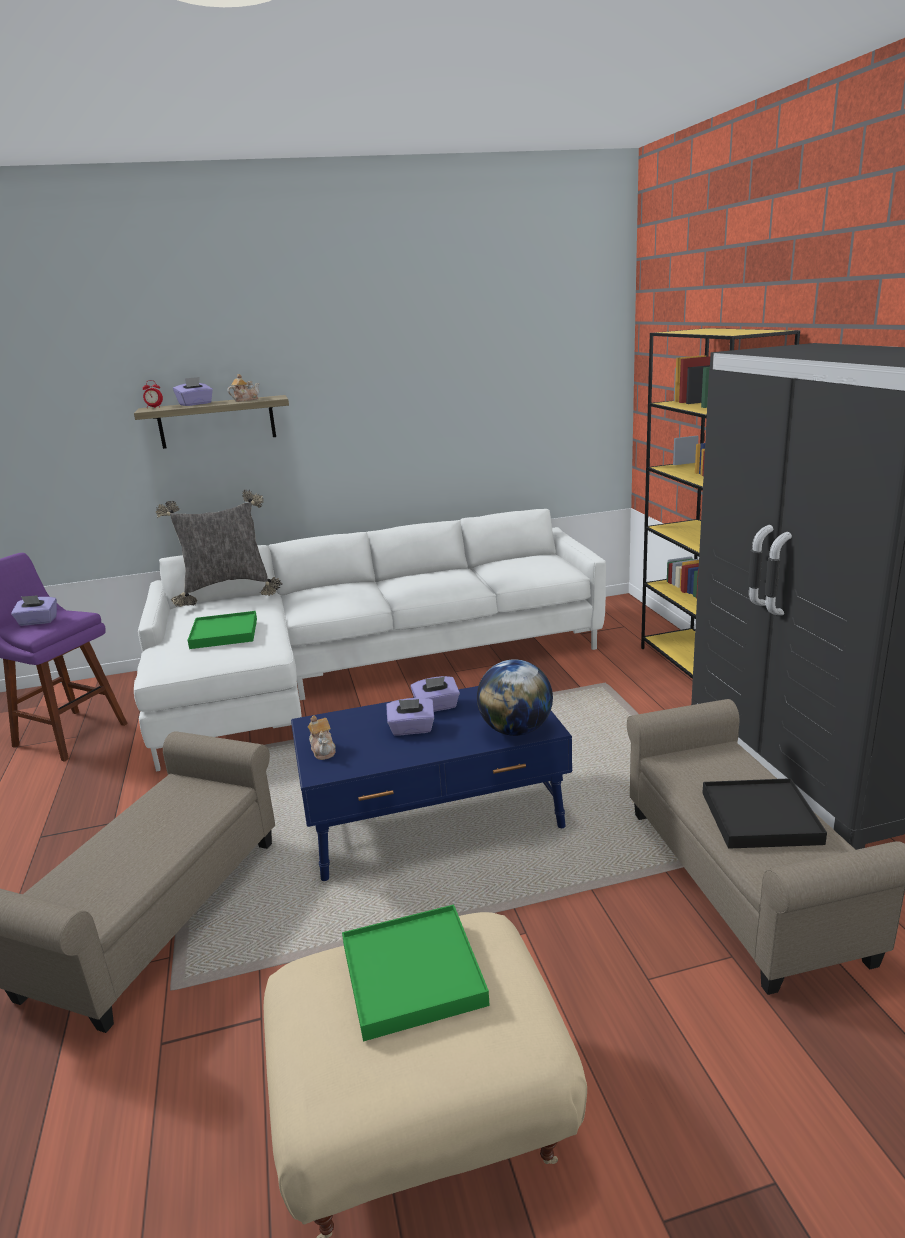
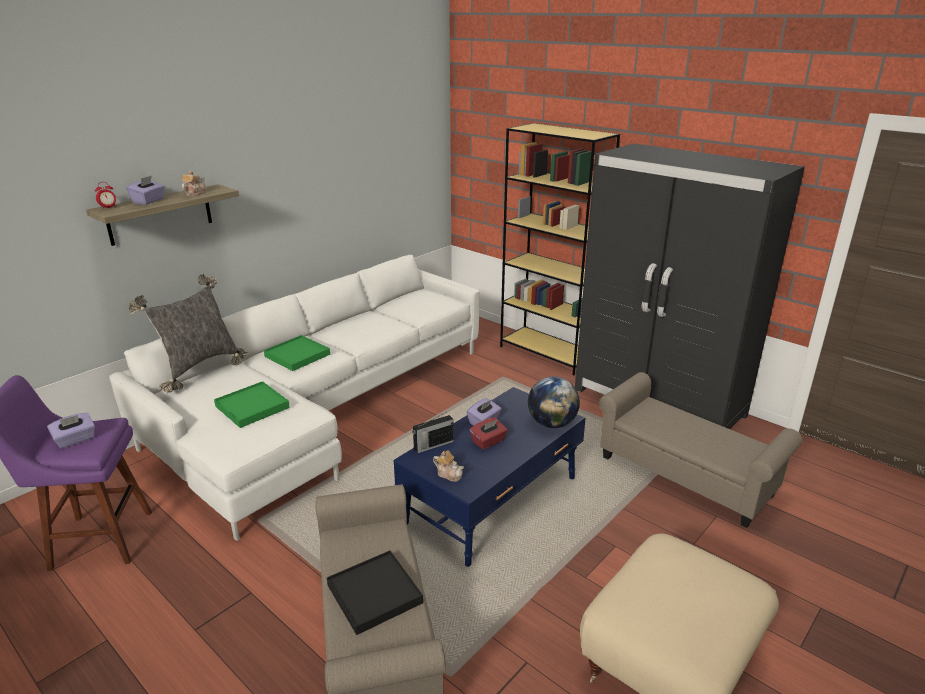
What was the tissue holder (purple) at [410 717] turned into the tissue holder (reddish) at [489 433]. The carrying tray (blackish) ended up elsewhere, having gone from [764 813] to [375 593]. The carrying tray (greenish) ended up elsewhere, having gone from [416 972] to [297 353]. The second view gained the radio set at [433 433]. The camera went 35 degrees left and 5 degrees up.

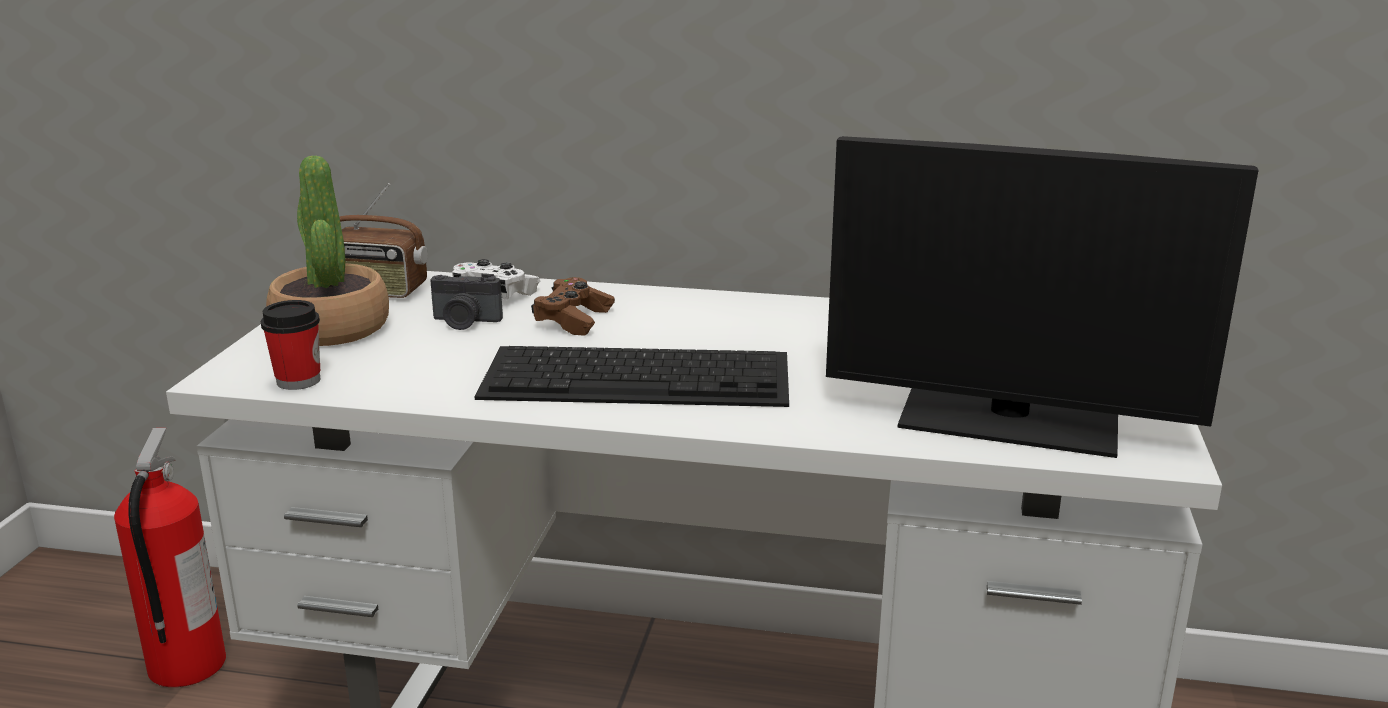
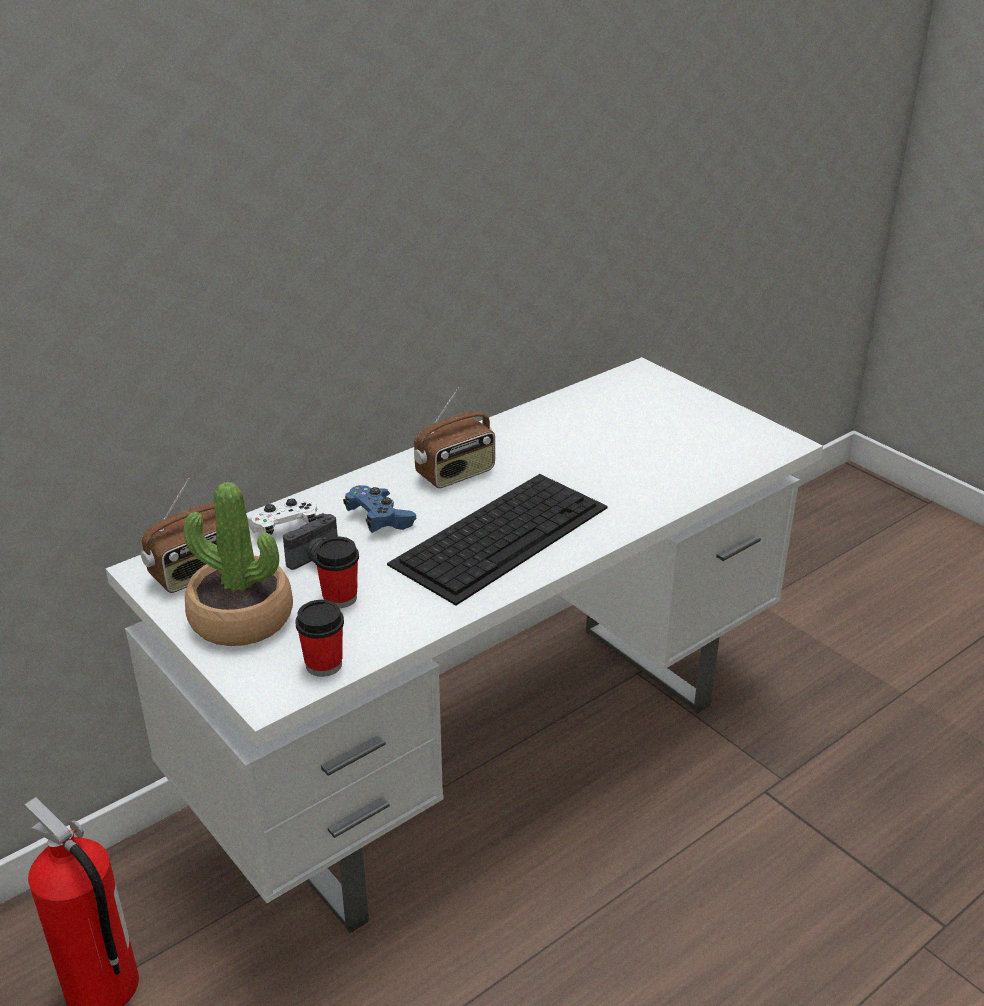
The second view lost the monitor at [1042 297]. What was the game controller (brown) at [573 306] turned into the game controller (blue-coloured) at [379 509]. The second view gained the radio set at [454 438]. The second view gained the drinking cup at [336 572]. The camera went 50 degrees left and 10 degrees up.

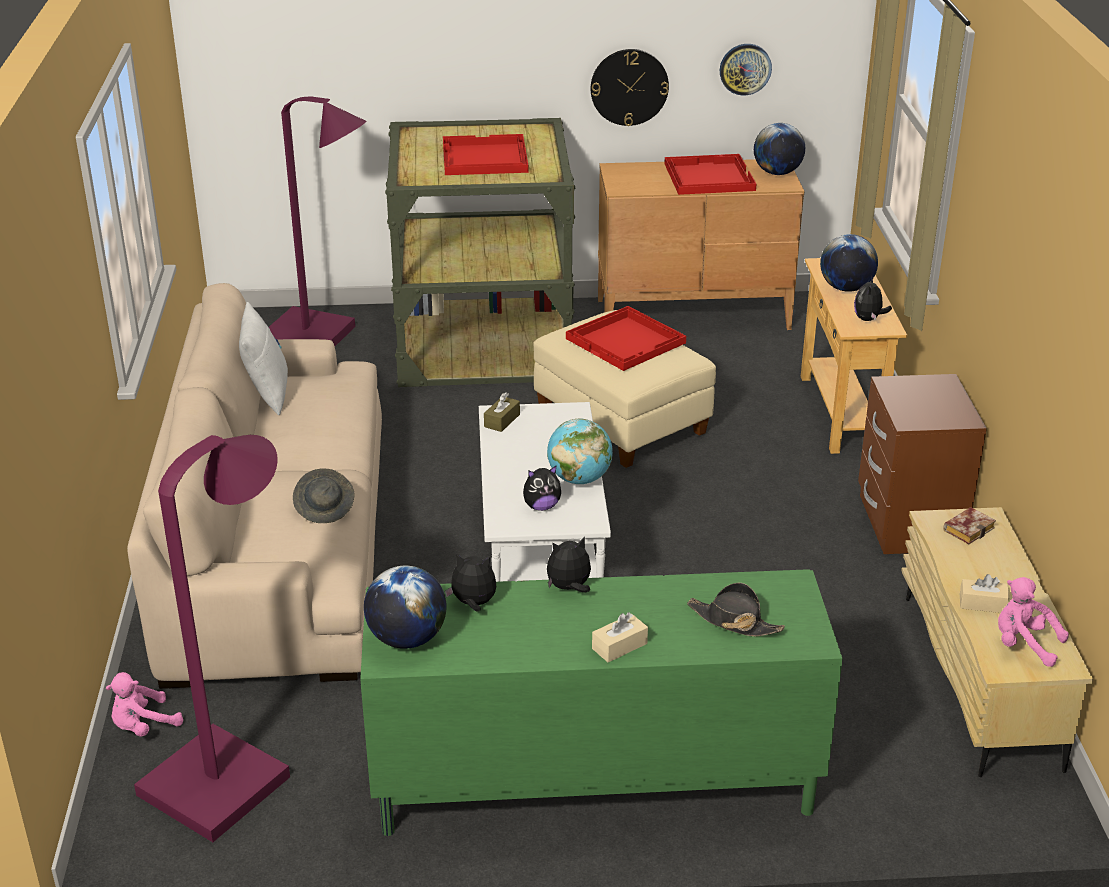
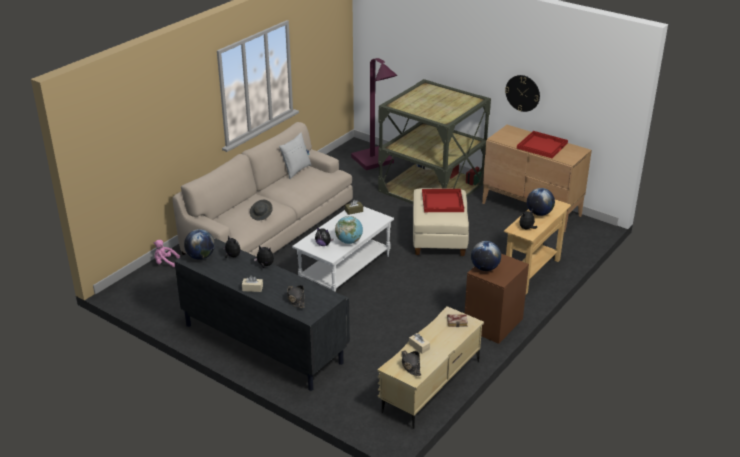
The second view lost the wall clock at [746 69]. The globe ended up elsewhere, having gone from [779 149] to [486 256]. The second view lost the carrying tray (reddish) at [486 154]. The second view lost the floor lamp (purple) at [212 638]. What was the cupboard (greenish) at [601 702] turned into the cupboard (blackish) at [262 314]. Where the plush toy (pink) stood at [1033 622], the wearable hat (blackish) came to stand at [411 363]. The camera went 40 degrees right and 0 degrees up.

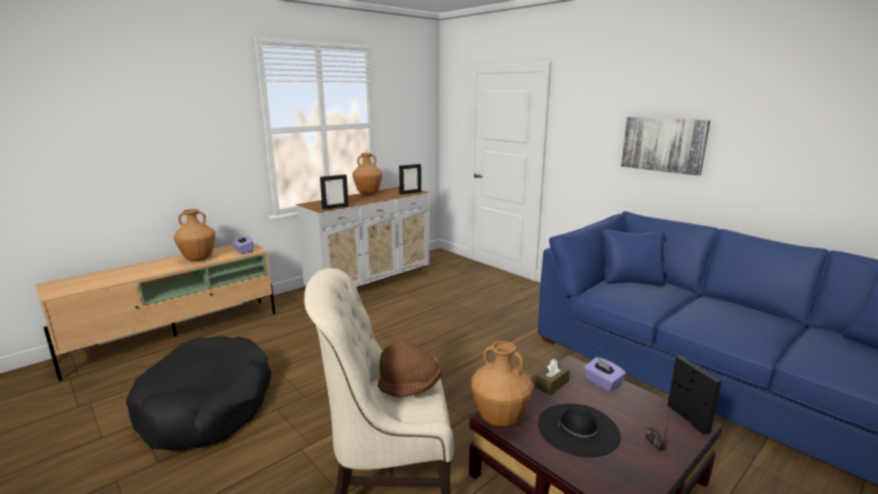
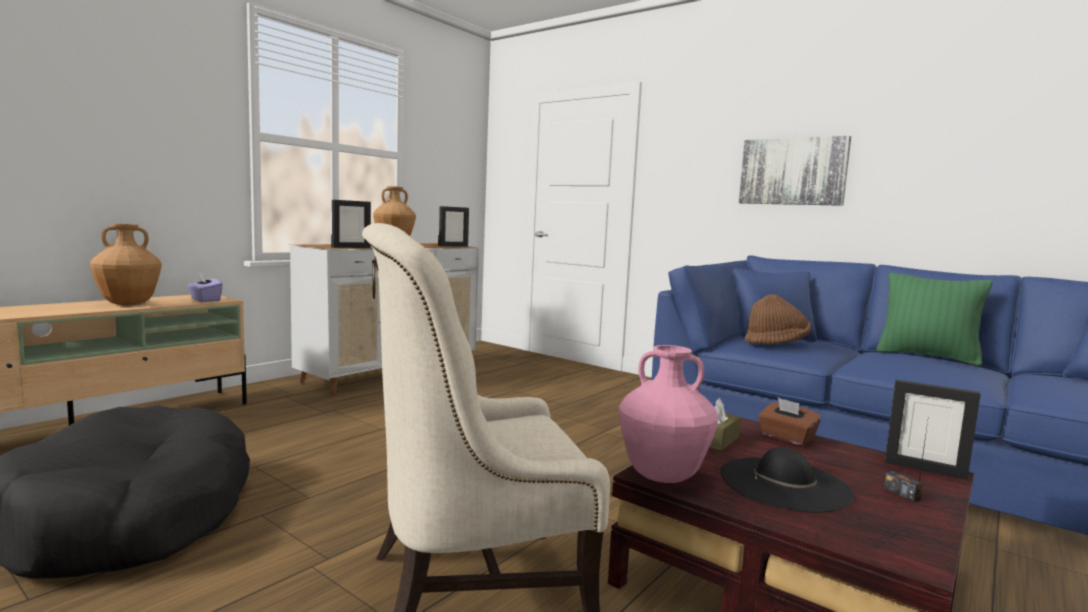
The wearable hat (brown) ended up elsewhere, having gone from [410 369] to [778 319]. What was the flower vase (brown) at [502 384] turned into the flower vase (pink) at [668 414]. The standing frame at [694 395] ended up facing another way, 150 degrees clockwise from before. What was the tissue holder (purple) at [605 374] turned into the tissue holder (brown) at [789 422]. The second view gained the cushion (greenish) at [934 319]. The camera went 10 degrees left and 10 degrees down.

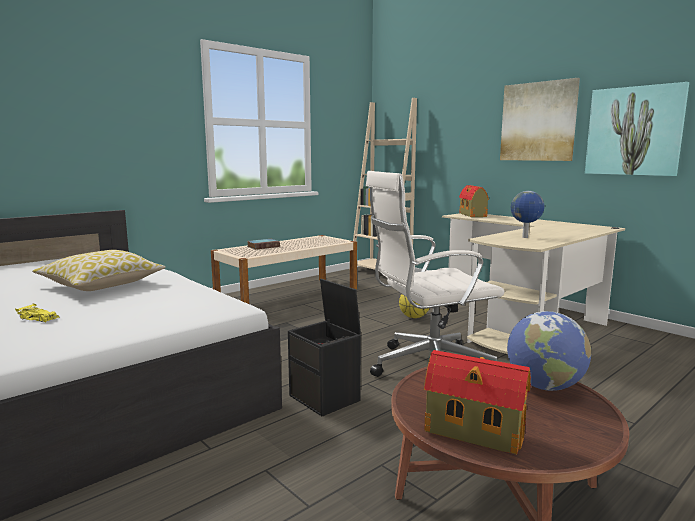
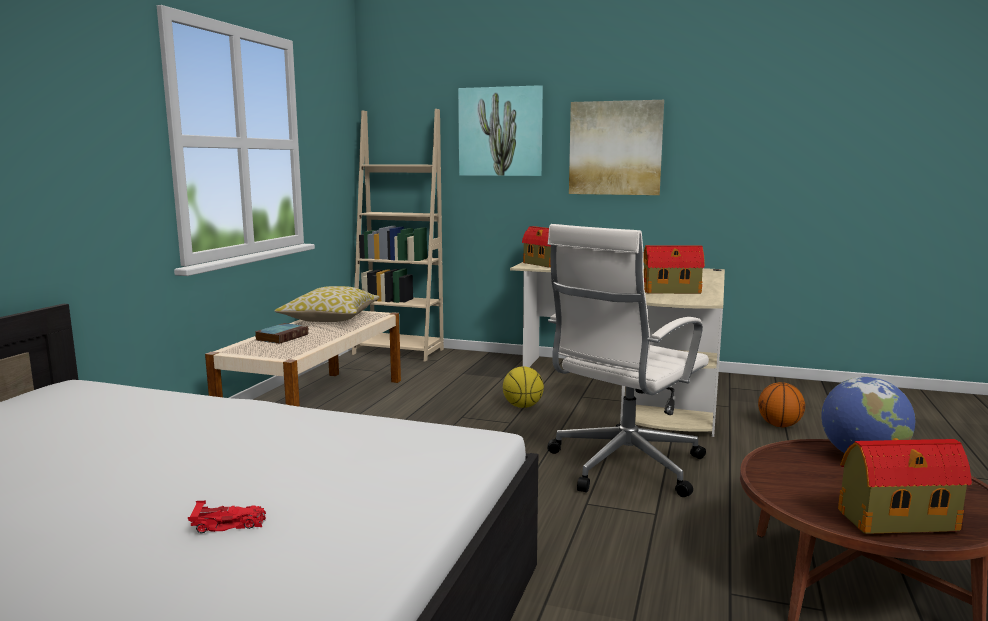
The picture ended up elsewhere, having gone from [637 129] to [500 130]. Where the globe stood at [527 214], the model house came to stand at [674 269]. The cushion ended up elsewhere, having gone from [99 270] to [327 304]. The second view lost the storage container (blackish) at [324 348]. What was the model car (yellowish) at [37 312] turned into the model car (reddish) at [227 517]. The second view gained the ball for basketball at [781 405]. The camera went 30 degrees left and 0 degrees up.

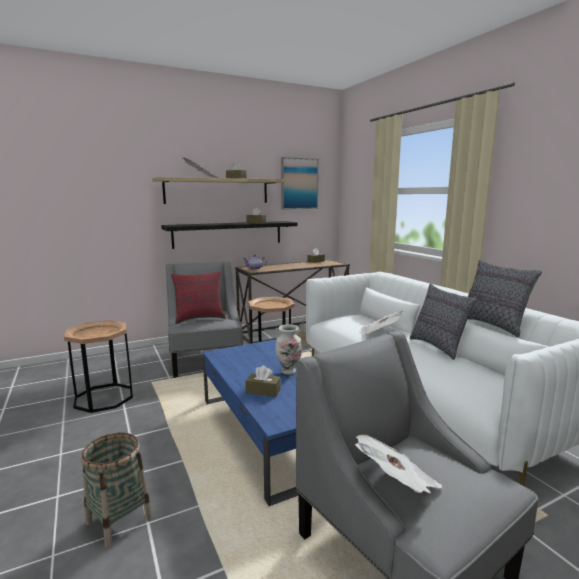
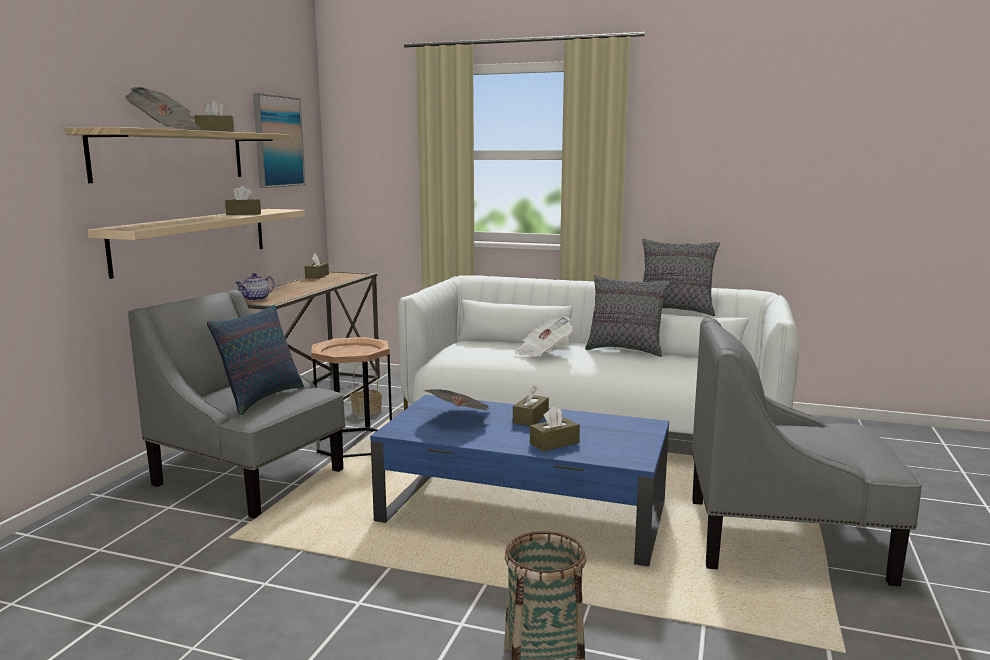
What was the shelf (blackish) at [229 235] turned into the shelf (sand-coloured) at [196 244]. What was the cushion (reddish) at [198 297] turned into the cushion (blue-coloured) at [255 360]. The second view lost the side table (brown) at [98 366]. Where the flower vase stood at [288 349], the tissue holder (brown) came to stand at [531 405]. The daily paper ended up elsewhere, having gone from [398 464] to [456 399]. The camera went 45 degrees left and 0 degrees up.

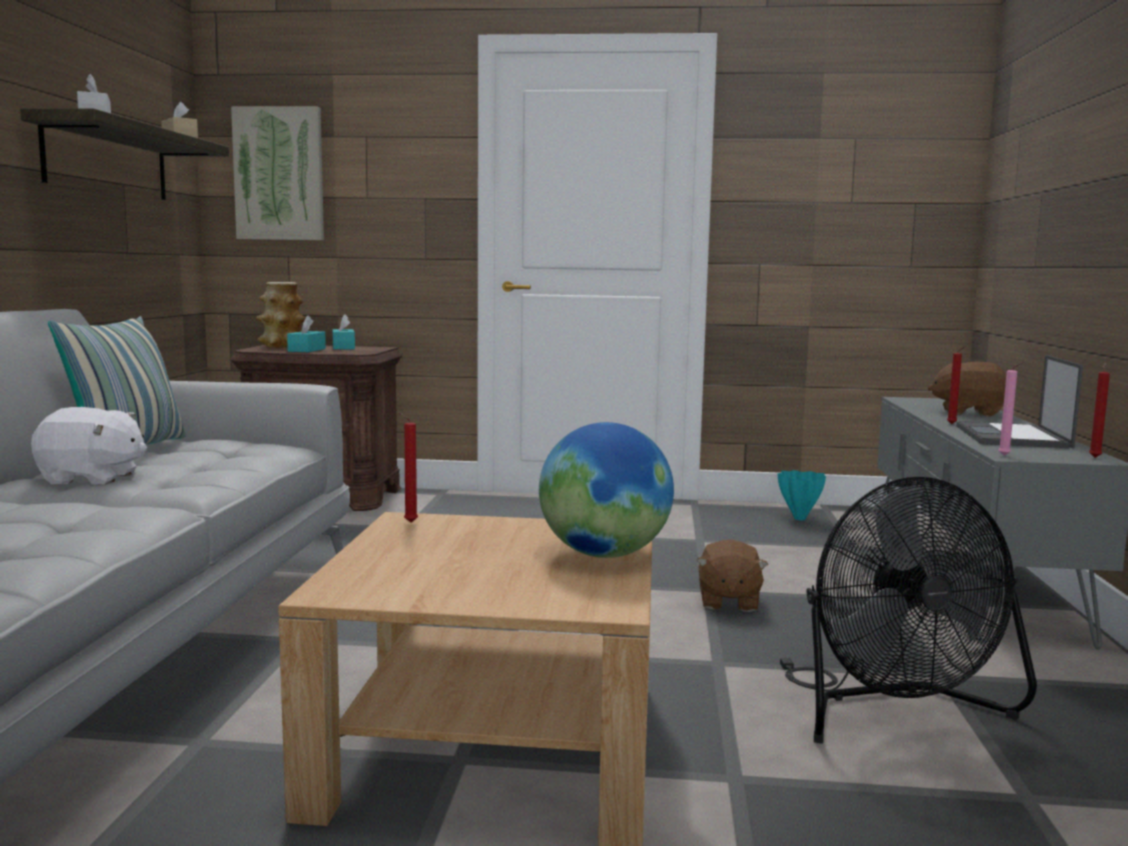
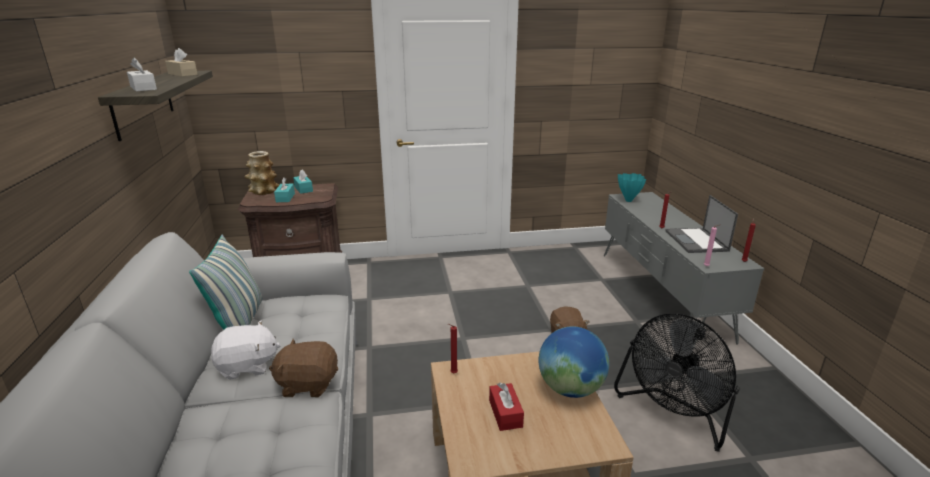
The second view lost the picture at [277 173]. The plush toy (brown) ended up elsewhere, having gone from [967 389] to [303 368]. The flower vase (turquoise) ended up elsewhere, having gone from [802 495] to [632 187]. The electric fan (blackish) at [908 610] ended up facing another way, 75 degrees clockwise from before. The second view gained the tissue holder (reddish) at [506 407]. The camera went 15 degrees left and 15 degrees up.

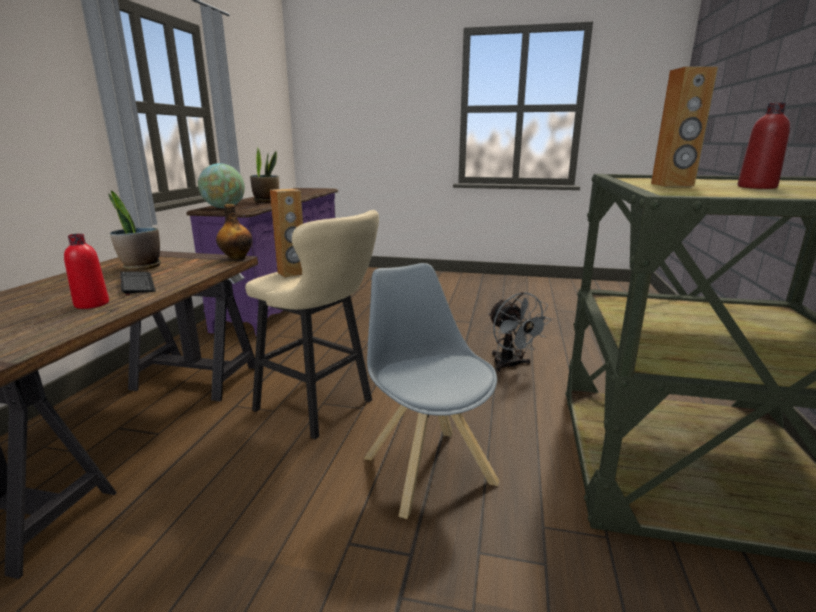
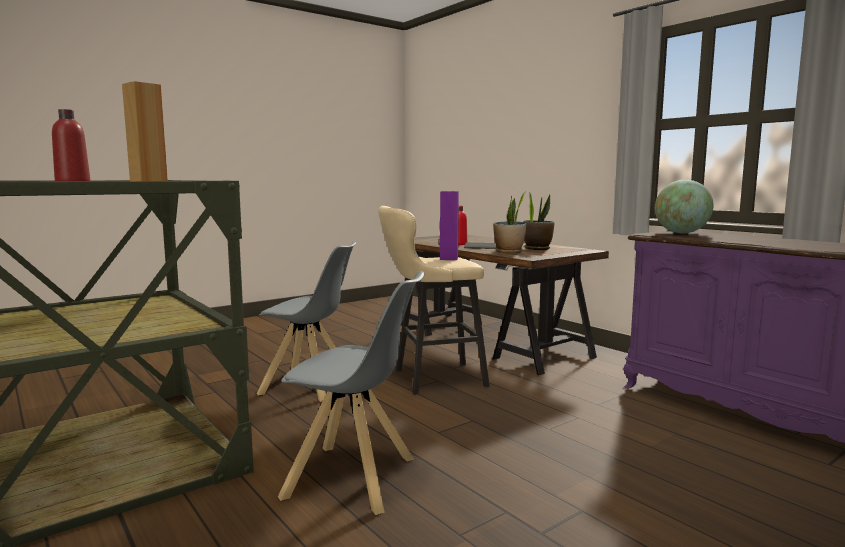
The houseplant ended up elsewhere, having gone from [264 175] to [509 222]. What was the loudspeaker (brown) at [286 233] turned into the loudspeaker (purple) at [449 225]. The second view lost the drink bottle at [234 232]. Where the electric fan (grey) stood at [519 332], the chair (grey) came to stand at [351 393]. The camera went 130 degrees right and 10 degrees down.

